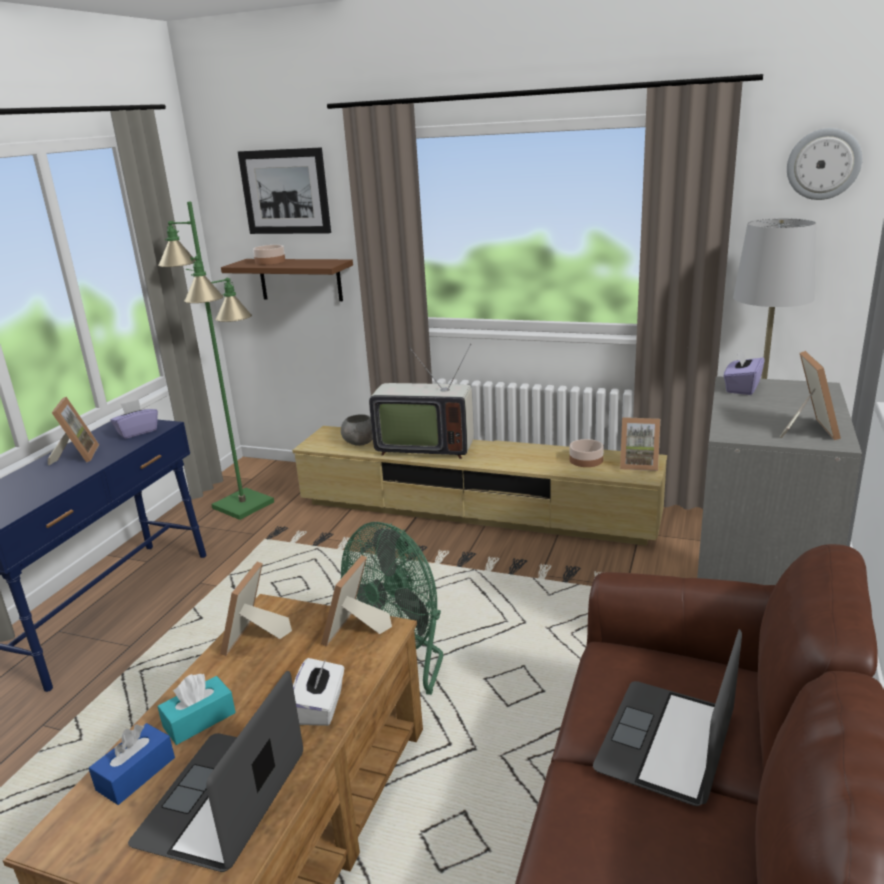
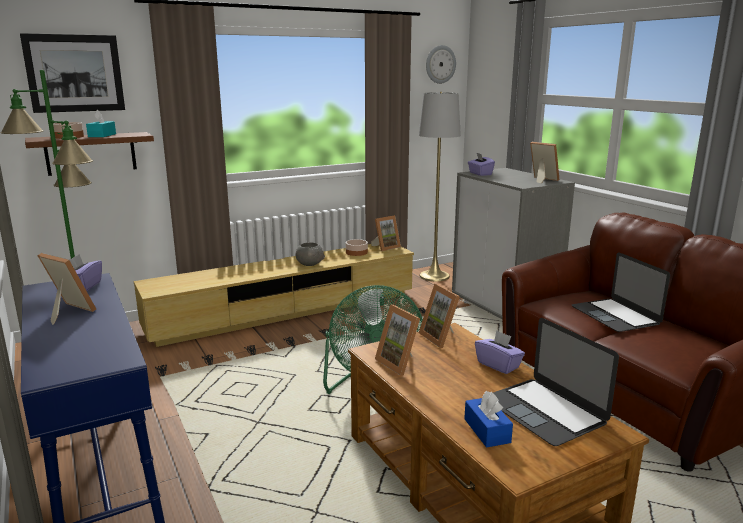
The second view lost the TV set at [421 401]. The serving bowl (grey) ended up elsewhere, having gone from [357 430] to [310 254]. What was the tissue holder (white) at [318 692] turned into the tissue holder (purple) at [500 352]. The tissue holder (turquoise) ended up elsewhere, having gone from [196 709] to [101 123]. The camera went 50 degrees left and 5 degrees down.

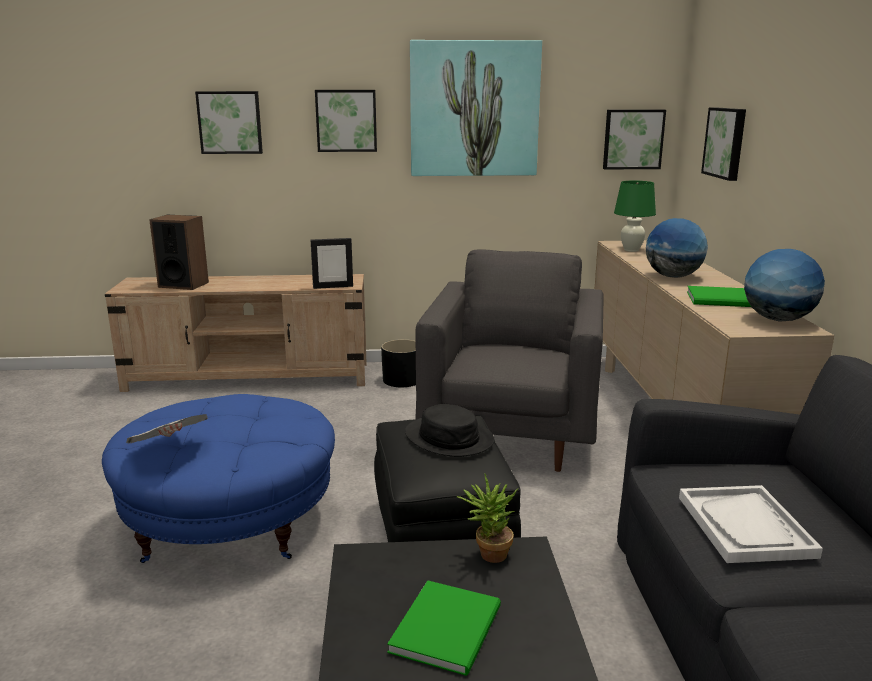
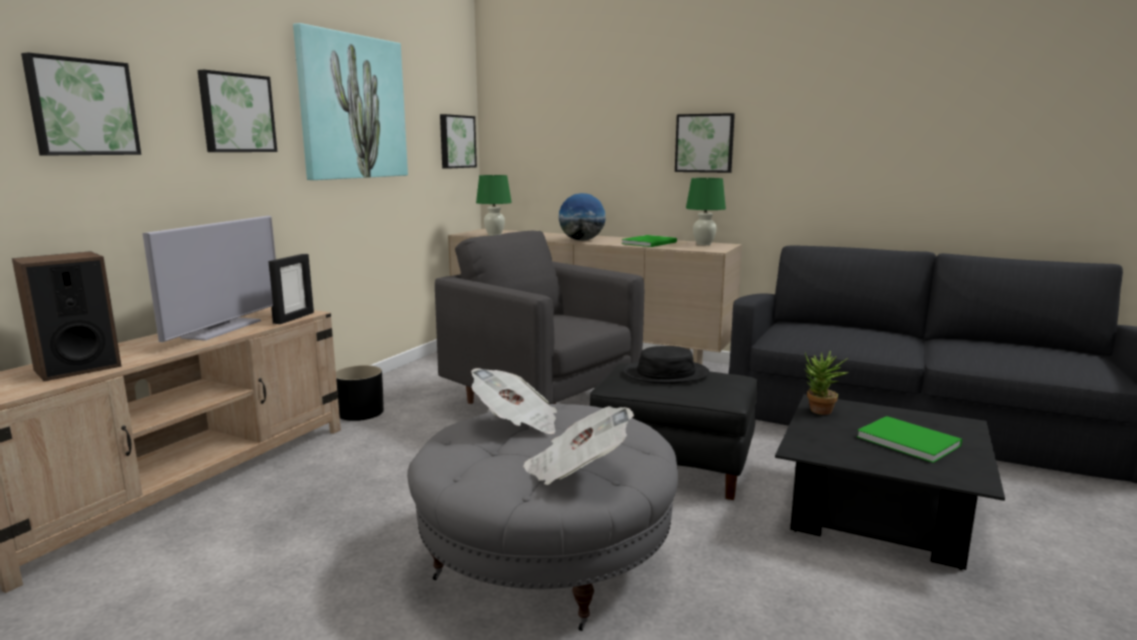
The picture ended up elsewhere, having gone from [723 144] to [705 143]. Where the globe stood at [784 285], the tabletop lamp (greenish) came to stand at [706 211]. What was the footrest (blue-coloured) at [218 478] turned into the footrest (grey) at [542 517]. The second view lost the carrying tray (white) at [751 524]. The second view gained the TV set at [209 279]. The second view gained the daily paper at [514 401]. The camera went 60 degrees left and 5 degrees down.

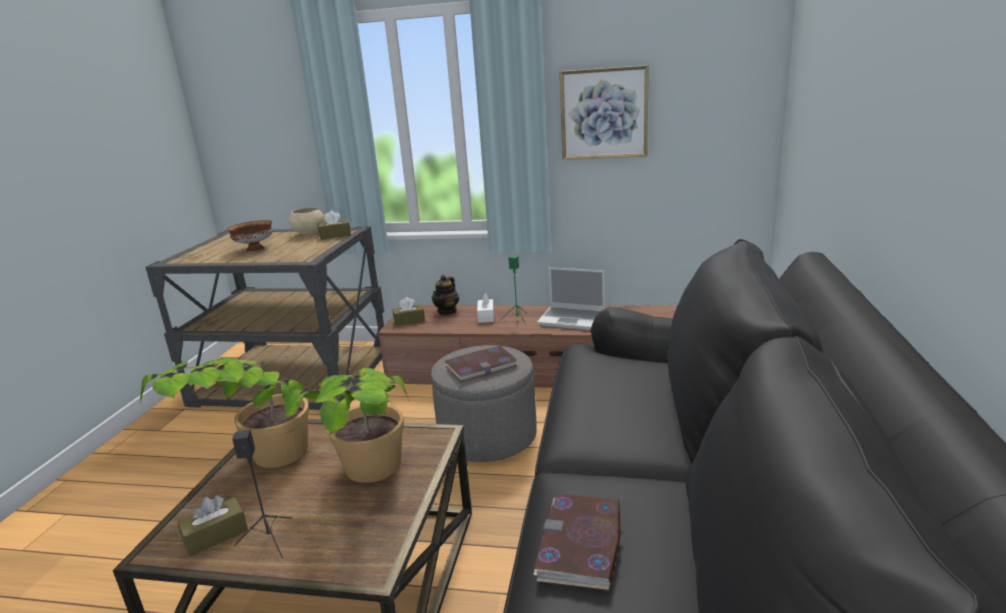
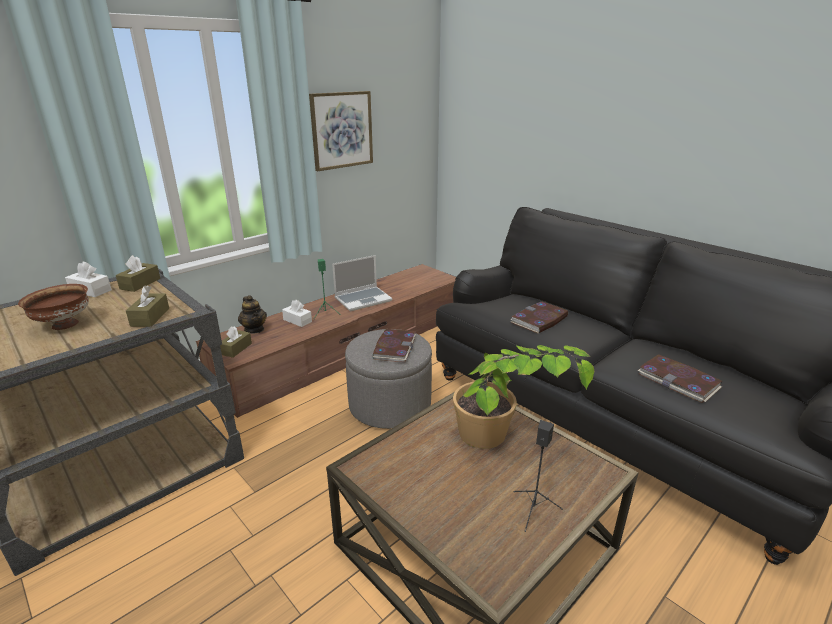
Where the serving bowl (sand-coloured) stood at [306 220], the tissue holder (white) came to stand at [88 279]. The second view lost the houseplant at [224 412]. The tissue holder (brown) ended up elsewhere, having gone from [212 526] to [147 306]. The second view gained the bound book at [539 317]. The camera went 55 degrees left and 5 degrees up.

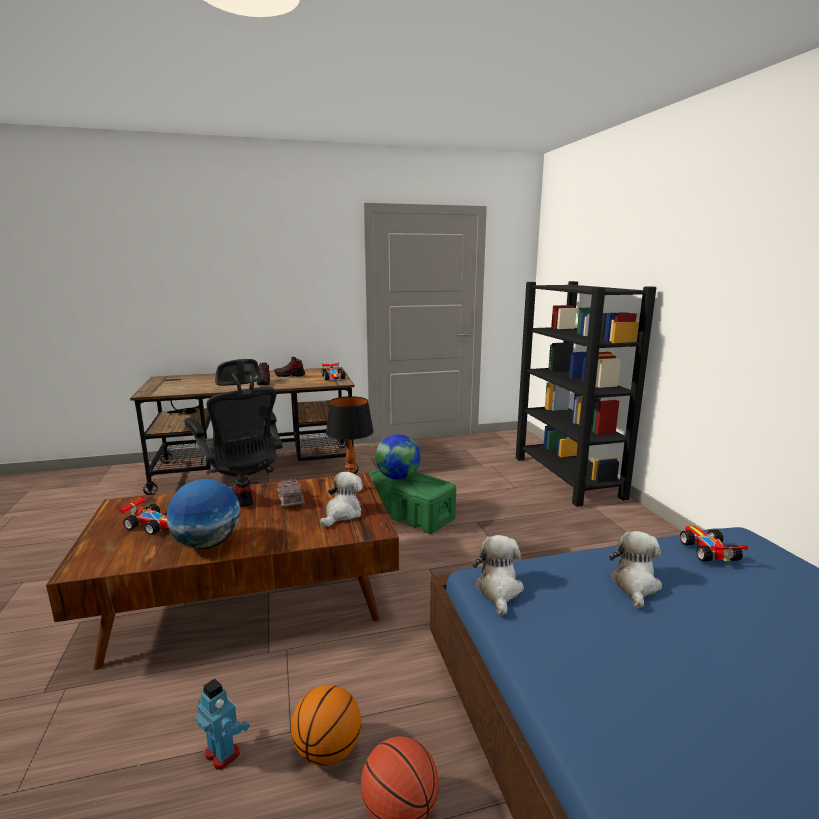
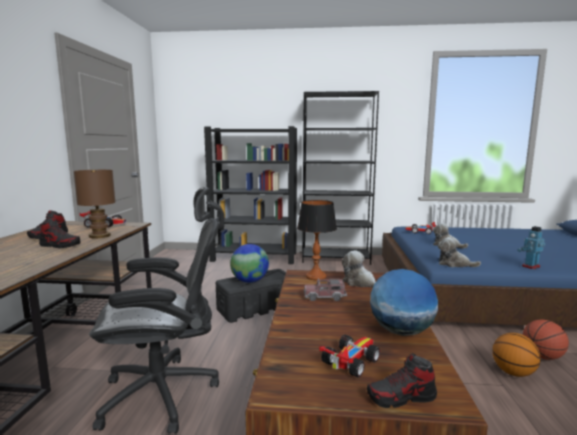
What was the storage container (greenish) at [412 501] turned into the storage container (blackish) at [251 296]. The shoe ended up elsewhere, having gone from [242 490] to [402 380]. The toy robot ended up elsewhere, having gone from [223 724] to [531 247]. The second view gained the bookshelf (blackish) at [340 178]. The second view gained the tabletop lamp (brown) at [94 204]. The camera went 70 degrees left and 5 degrees down.

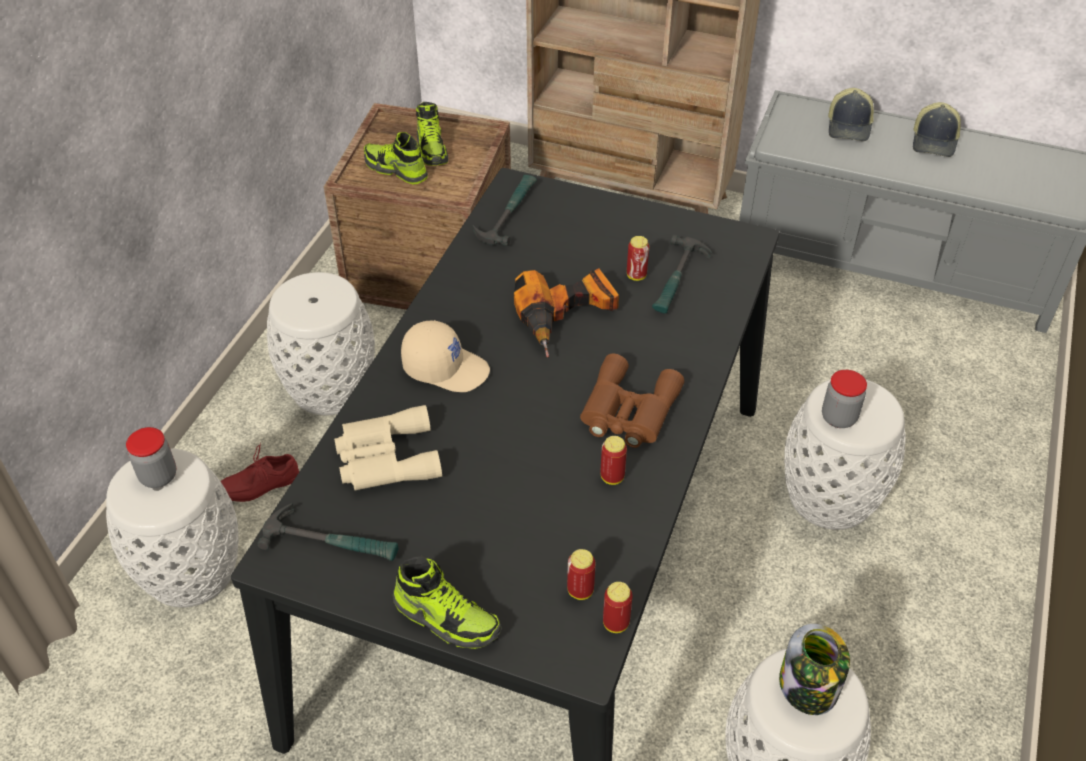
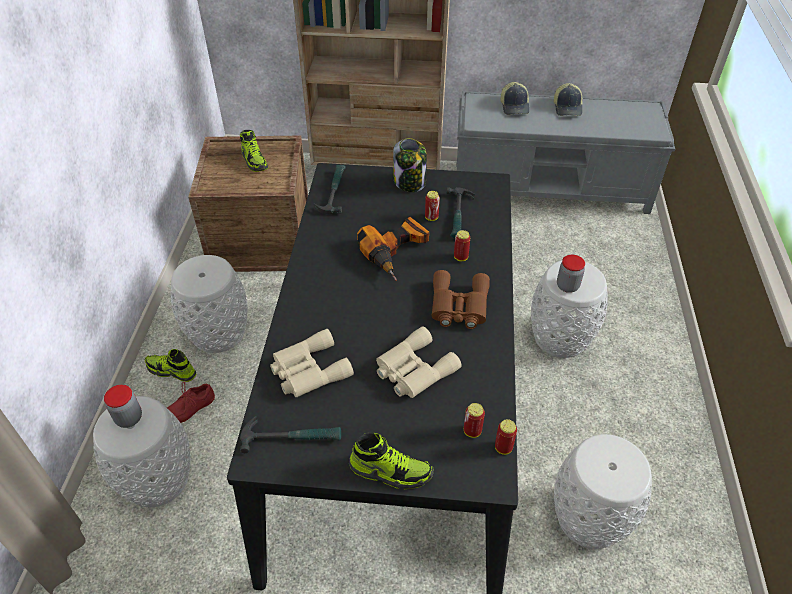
The shoe ended up elsewhere, having gone from [396 158] to [170 365]. The second view lost the baseball cap (sand-coloured) at [445 356]. The sealed can ended up elsewhere, having gone from [613 460] to [462 245]. The storage jar ended up elsewhere, having gone from [814 669] to [410 165]. The second view gained the field glasses (sand-coloured) at [418 362]. The camera went 15 degrees left and 0 degrees up.

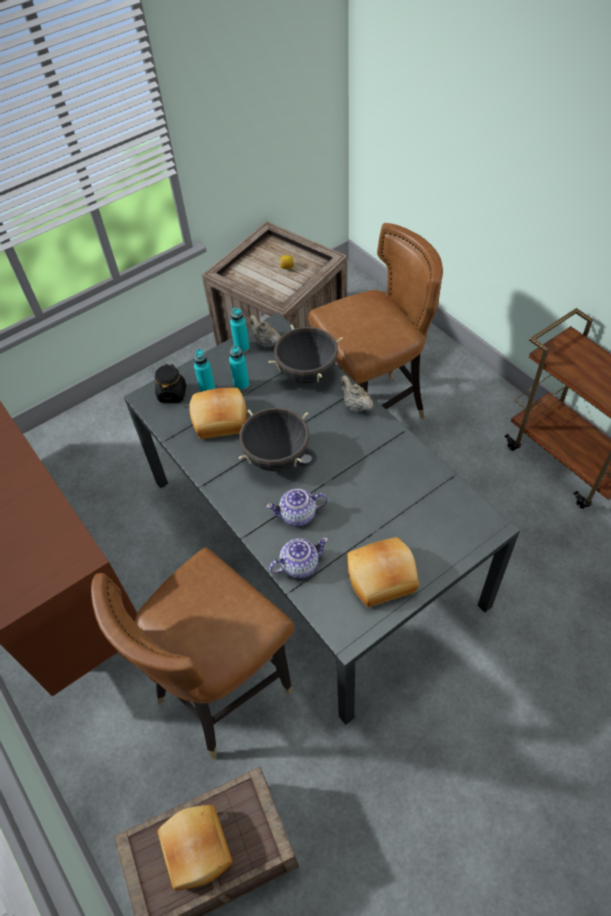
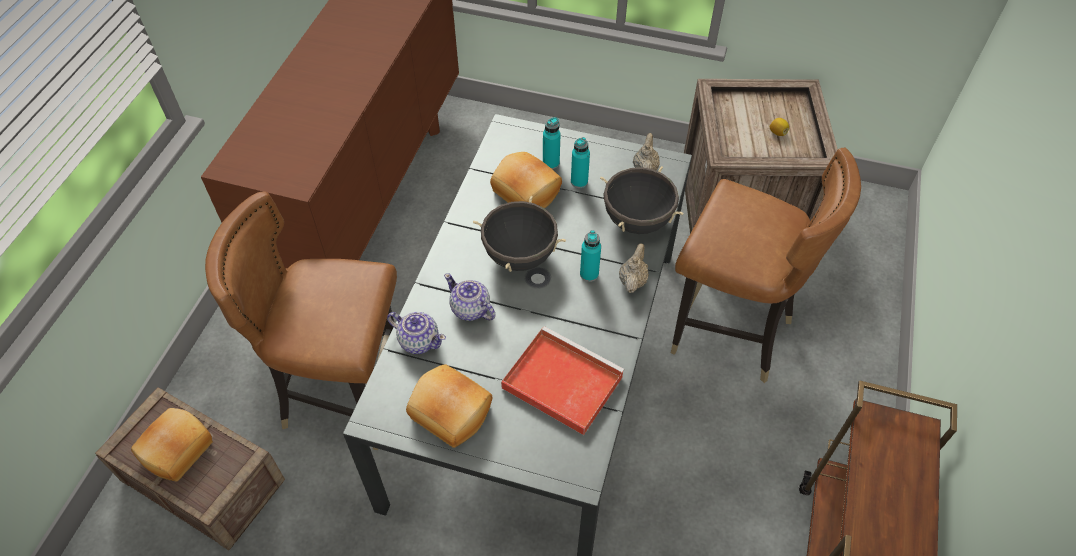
The drink bottle (turquoise) ended up elsewhere, having gone from [239 330] to [590 256]. The second view lost the storage jar (blackish) at [170 383]. The second view gained the carrying tray (reddish) at [563 380]. The camera went 50 degrees right and 0 degrees up.

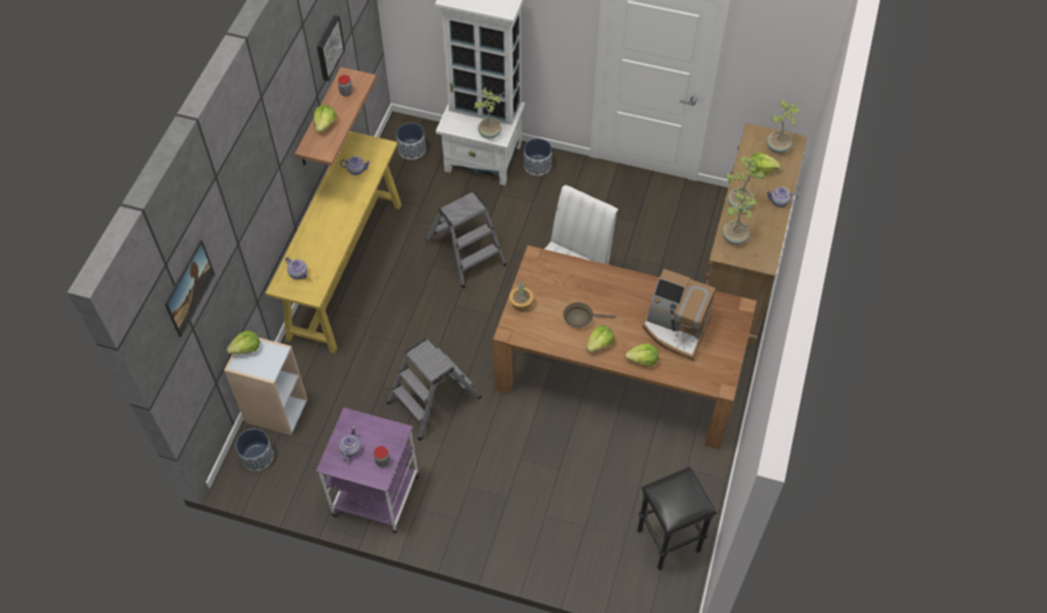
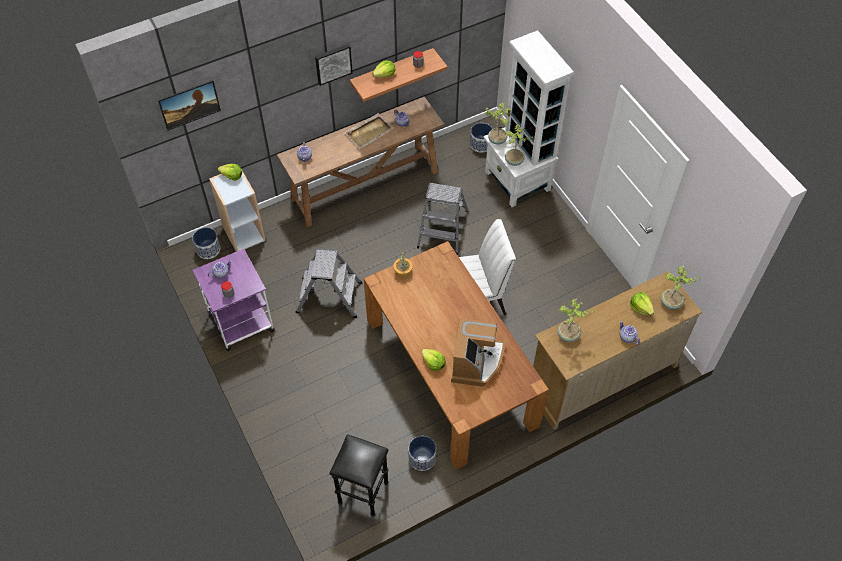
The picture ended up elsewhere, having gone from [331 48] to [334 65]. What was the narrow table (yellowish) at [333 242] turned into the narrow table (brown) at [360 162]. The planter ended up elsewhere, having gone from [538 157] to [422 453]. The houseplant ended up elsewhere, having gone from [744 183] to [498 124]. The coffee maker at [678 314] ended up facing another way, 150 degrees counterclockwise from before. The second view lost the skillet (brown) at [589 315]. The second view lost the lettuce head at [600 339]. The second view gained the carrying tray (sand-coloured) at [369 131]. The camera went 45 degrees right and 0 degrees up.

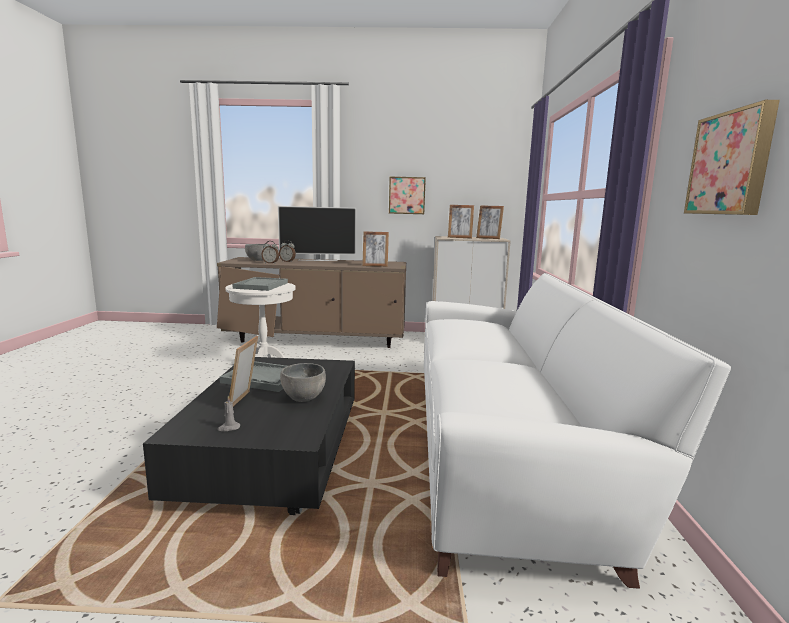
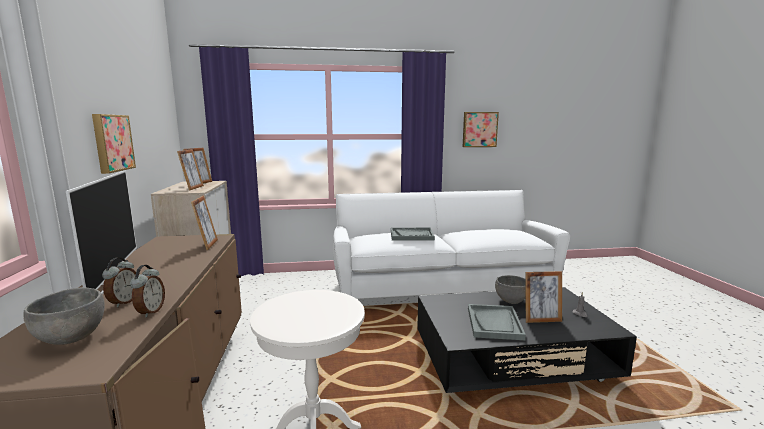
The carrying tray (grey) ended up elsewhere, having gone from [260 284] to [413 234]. The camera went 100 degrees left and 0 degrees up.

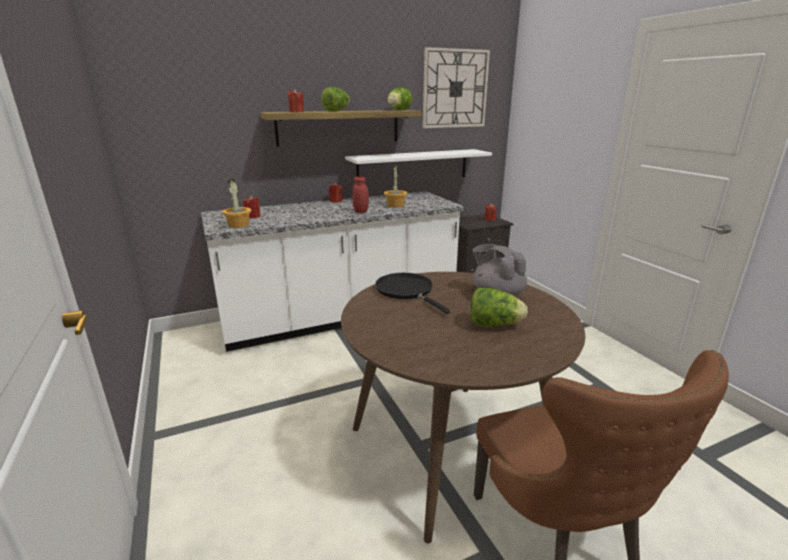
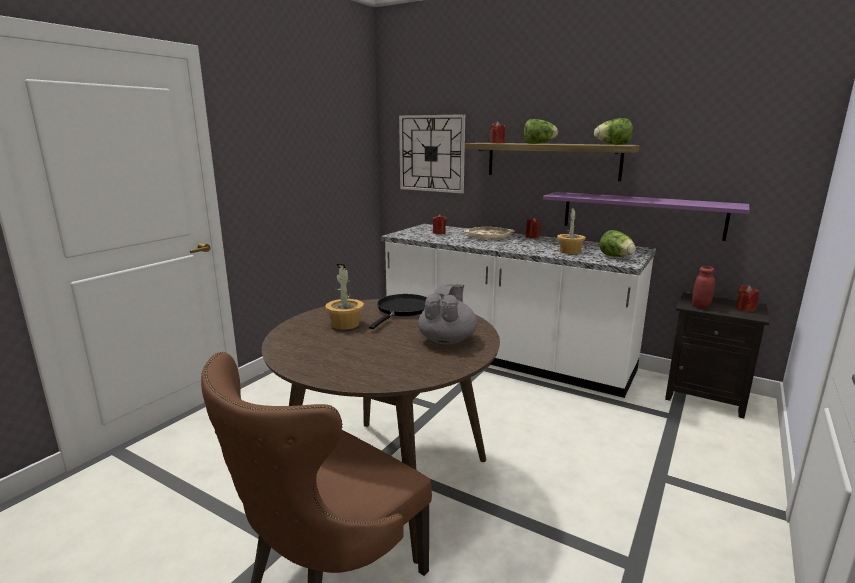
The wall clock ended up elsewhere, having gone from [456 87] to [432 153]. What was the shelf (white) at [418 163] turned into the shelf (purple) at [646 216]. The storage jar (reddish) ended up elsewhere, having gone from [360 194] to [703 287]. The houseplant ended up elsewhere, having gone from [236 203] to [344 297]. The lettuce head ended up elsewhere, having gone from [499 307] to [618 243]. The second view gained the carrying tray (sand-coloured) at [489 233]. The camera went 55 degrees right and 5 degrees down.

